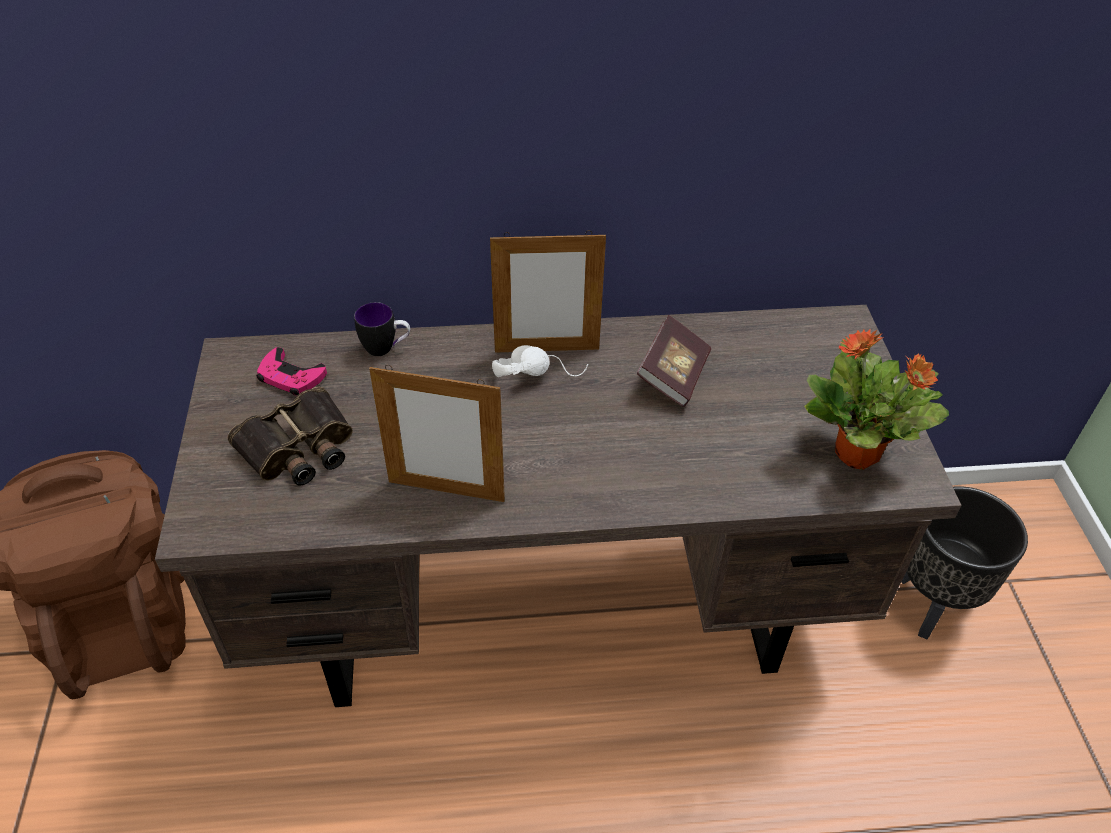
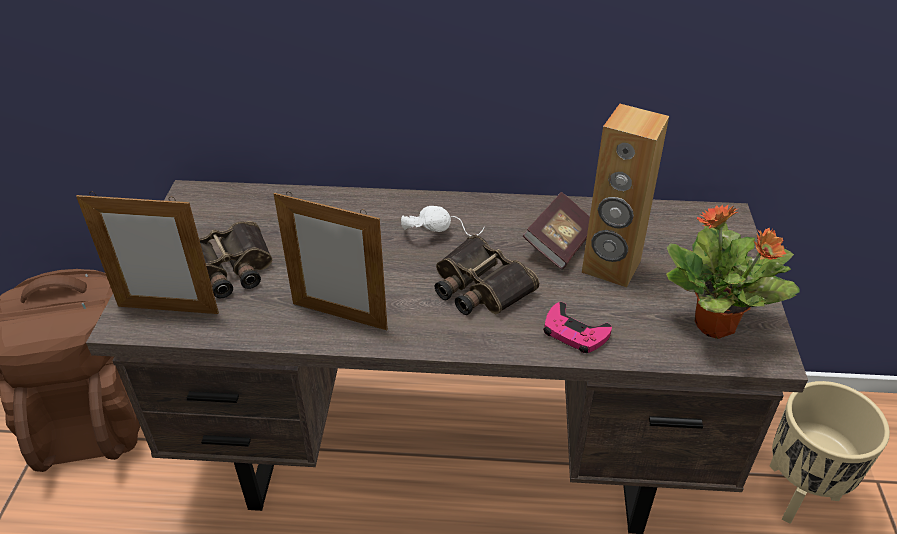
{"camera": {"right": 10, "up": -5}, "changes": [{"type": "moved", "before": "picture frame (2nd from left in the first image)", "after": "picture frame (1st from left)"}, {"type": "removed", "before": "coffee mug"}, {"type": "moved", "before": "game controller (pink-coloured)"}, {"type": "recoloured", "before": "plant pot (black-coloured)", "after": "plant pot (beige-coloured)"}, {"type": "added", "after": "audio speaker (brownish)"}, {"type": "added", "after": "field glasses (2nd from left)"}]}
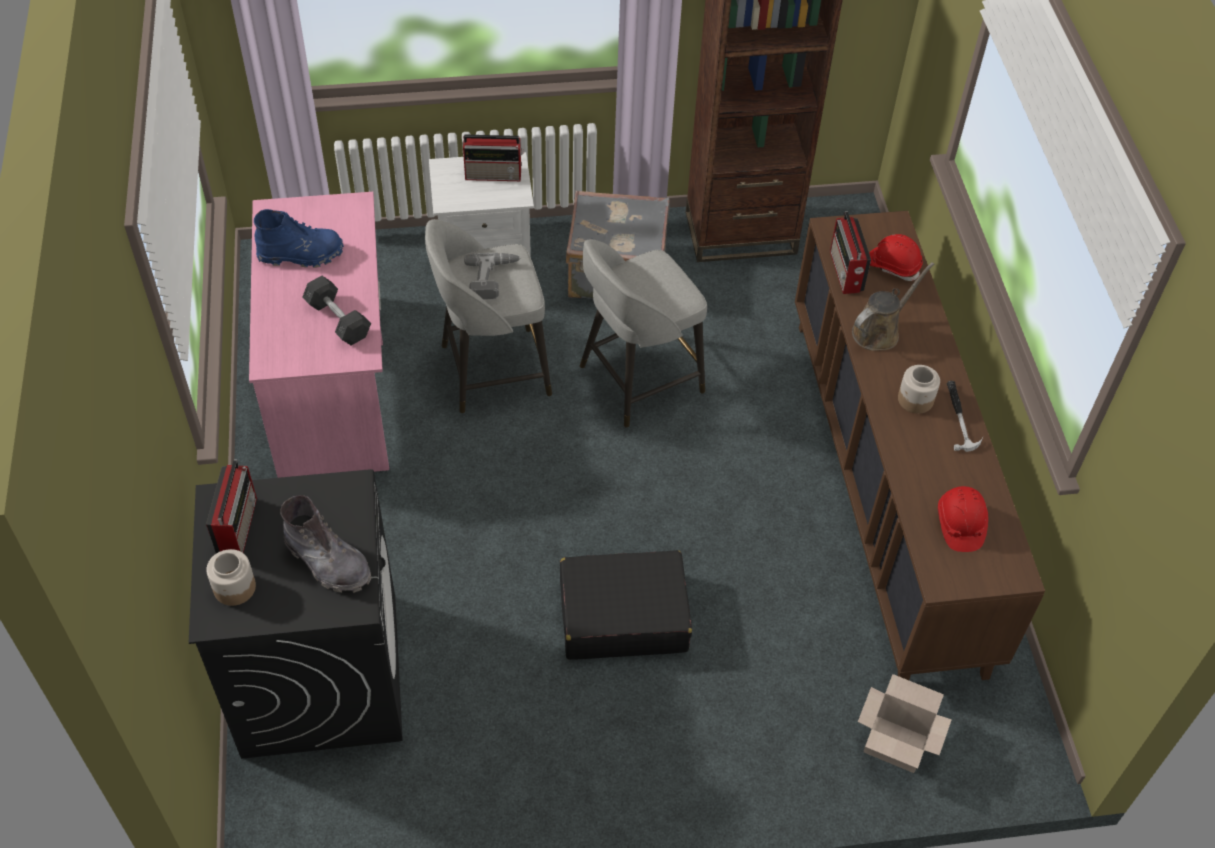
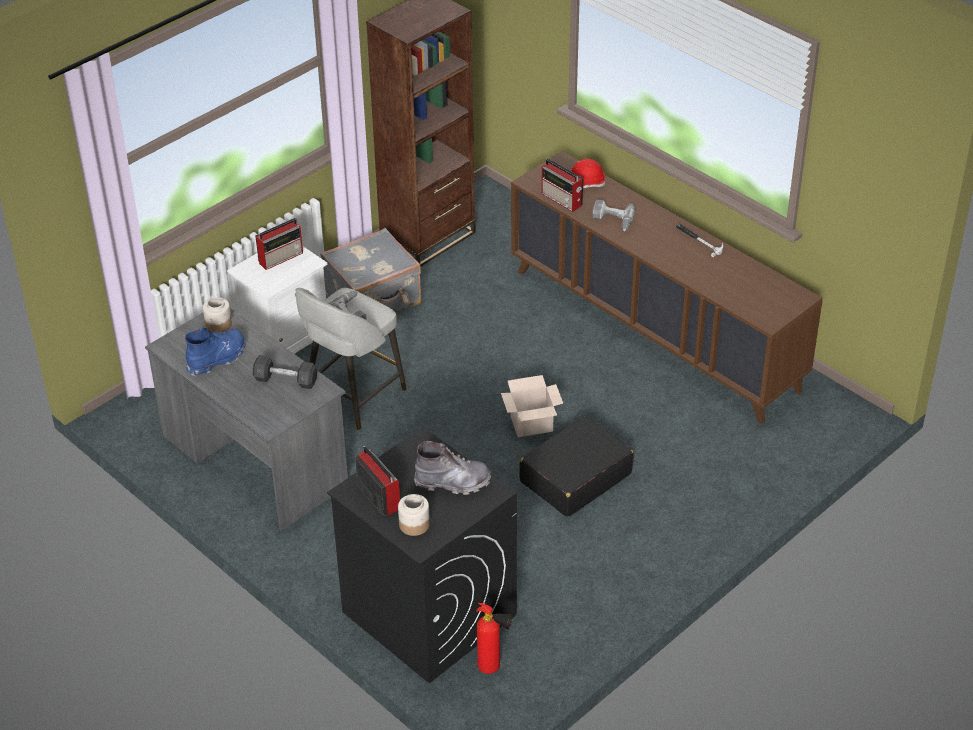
{"camera": {"right": -35, "up": -10}, "changes": [{"type": "recoloured", "before": "desk (pink-coloured)", "after": "desk (gray)"}, {"type": "removed", "before": "stool (gray) (2nd from left)"}, {"type": "replaced", "before": "watering can (brownish)", "after": "power drill (2nd from left)"}, {"type": "moved", "before": "storage jar (2nd from left in the first image)", "after": "storage jar (1st from left)"}, {"type": "removed", "before": "work helmet (reddish) (2nd from left)"}, {"type": "moved", "before": "cardboard box"}, {"type": "added", "after": "fire extinguisher"}]}
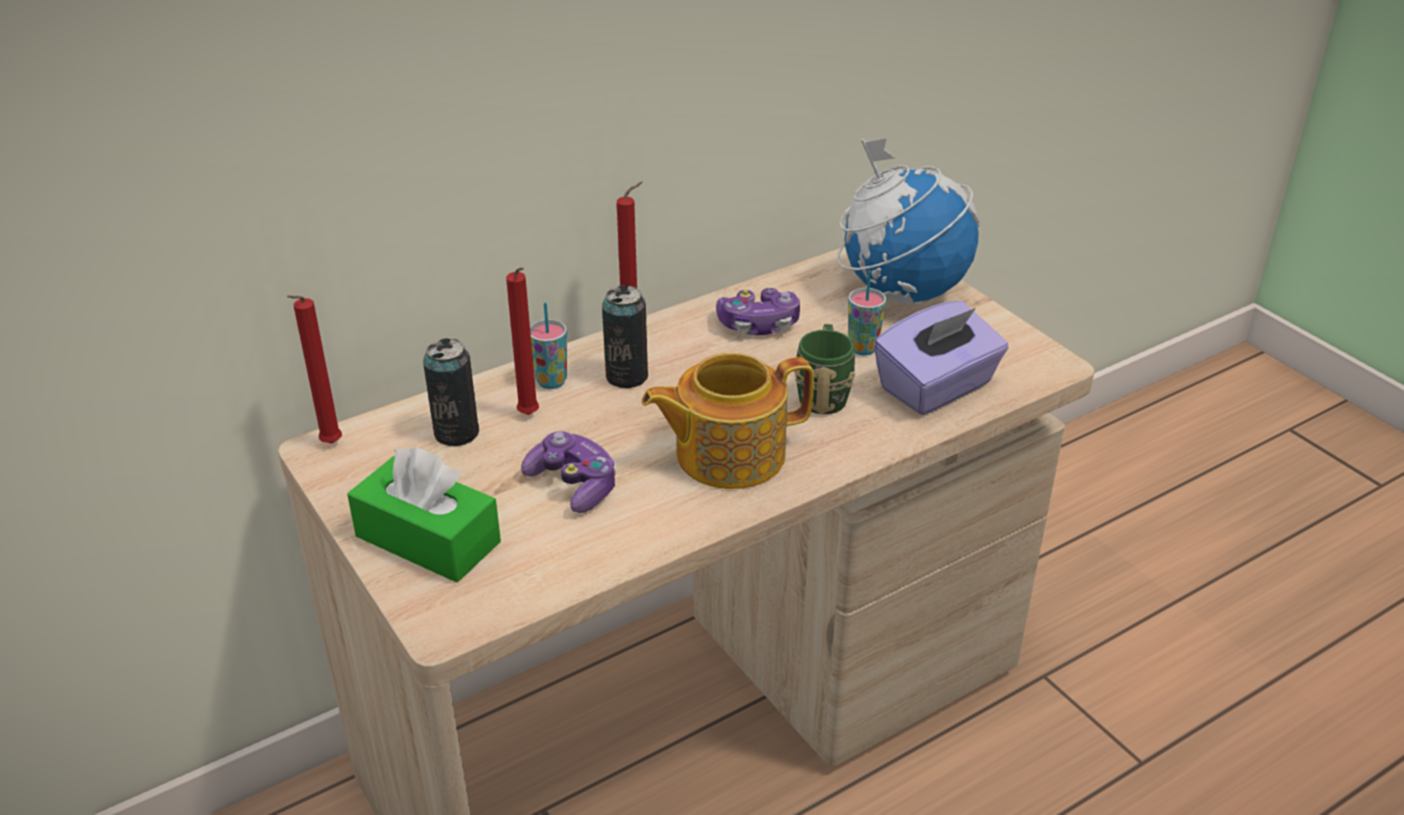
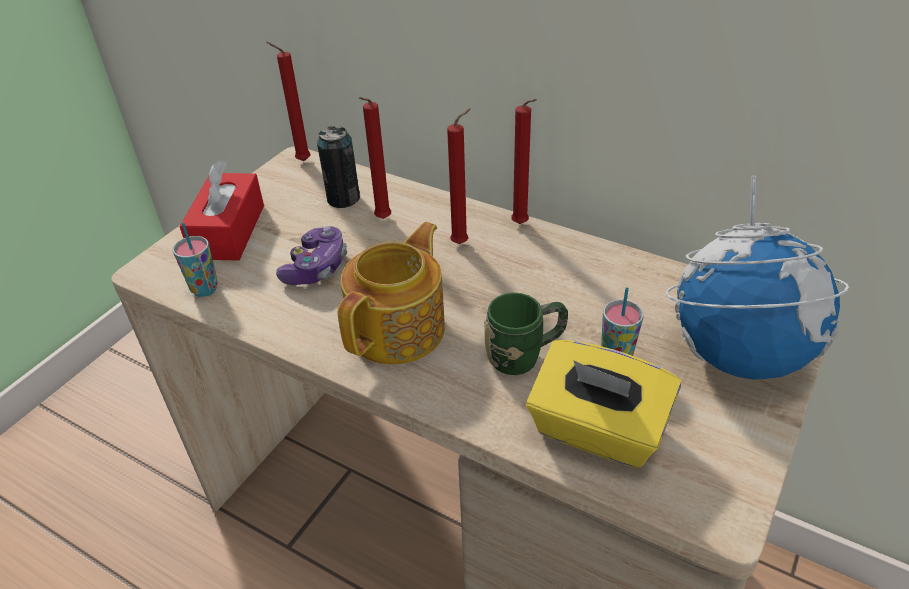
{"camera": {"right": 65, "up": 5}, "changes": [{"type": "replaced", "before": "sealed can (2nd from left)", "after": "candle (reddish) (3rd from left)"}, {"type": "removed", "before": "game controller (2nd from left)"}, {"type": "recoloured", "before": "box of tissues (purplish)", "after": "box of tissues (yellowish)"}, {"type": "moved", "before": "drinking cup (1st from left)"}, {"type": "turned", "before": "pot for tea", "turn": 75}, {"type": "recoloured", "before": "box of tissues (green-coloured)", "after": "box of tissues (reddish)"}]}
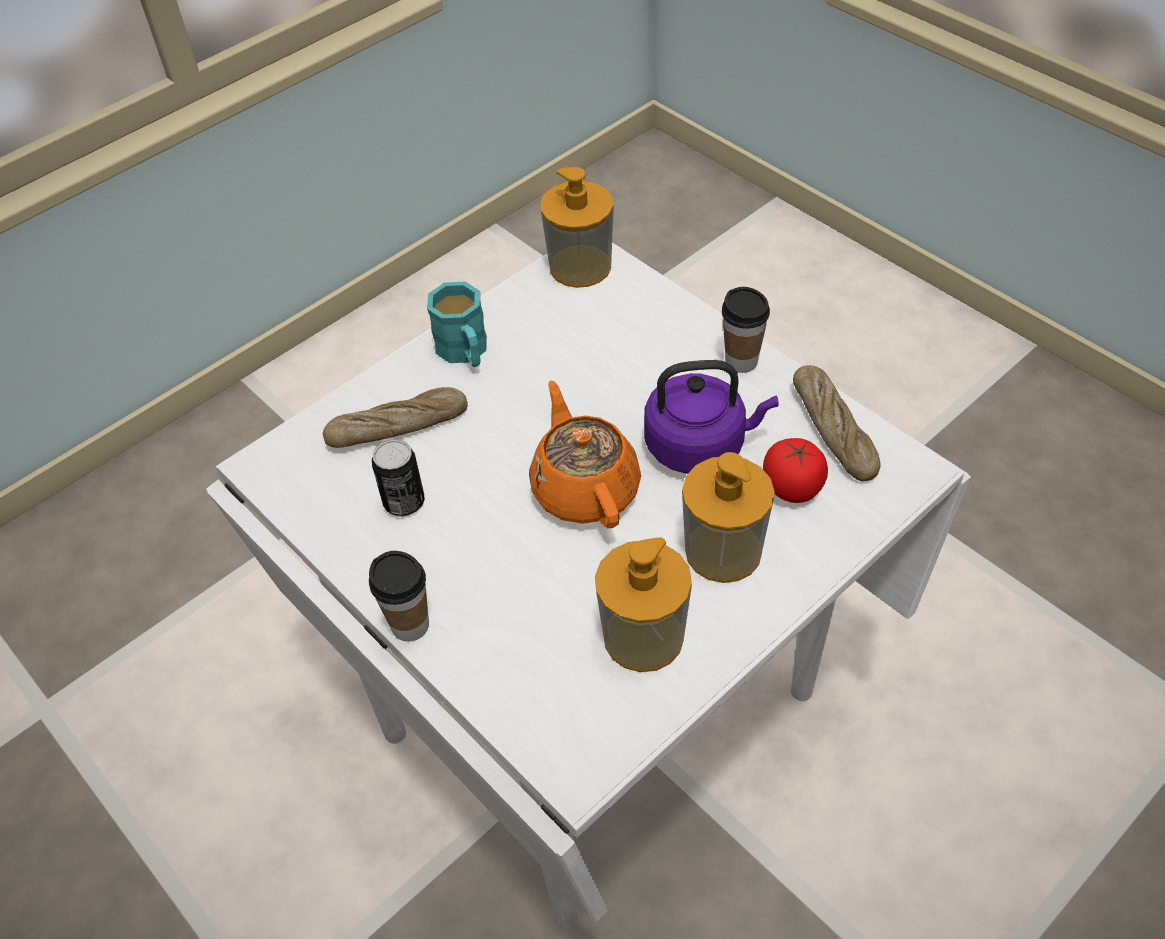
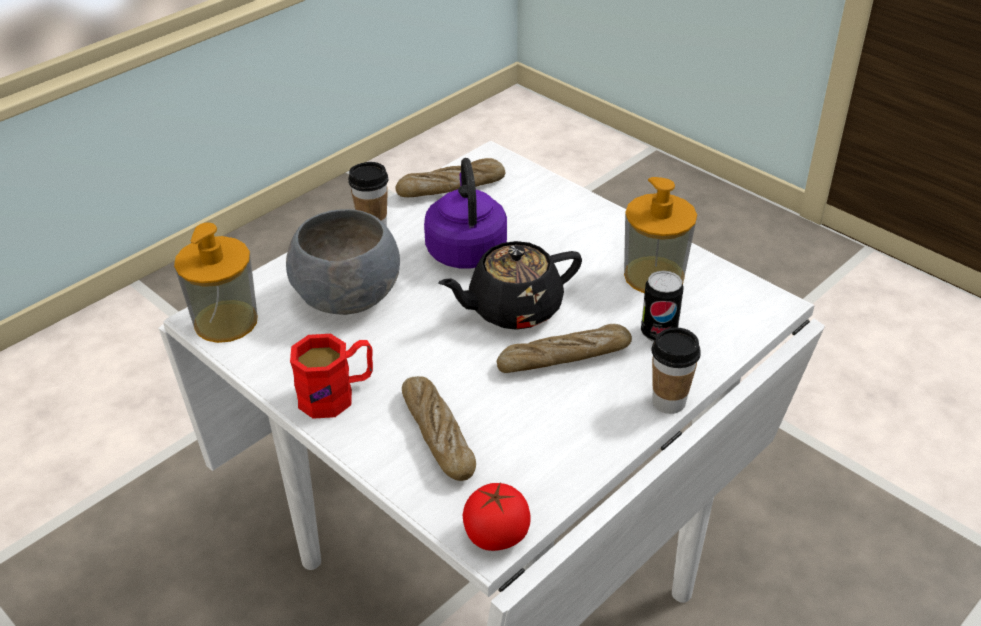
{"camera": {"right": -95, "up": -10}, "changes": [{"type": "recoloured", "before": "coffee mug (turquoise-coloured)", "after": "coffee mug (reddish)"}, {"type": "recoloured", "before": "pot for tea (orangey)", "after": "pot for tea (black-coloured)"}, {"type": "moved", "before": "tomato"}, {"type": "moved", "before": "sealed can"}, {"type": "removed", "before": "liquid soap bottle (3rd from left)"}, {"type": "added", "after": "bowl (gray)"}, {"type": "added", "after": "bread (3rd from left)"}]}
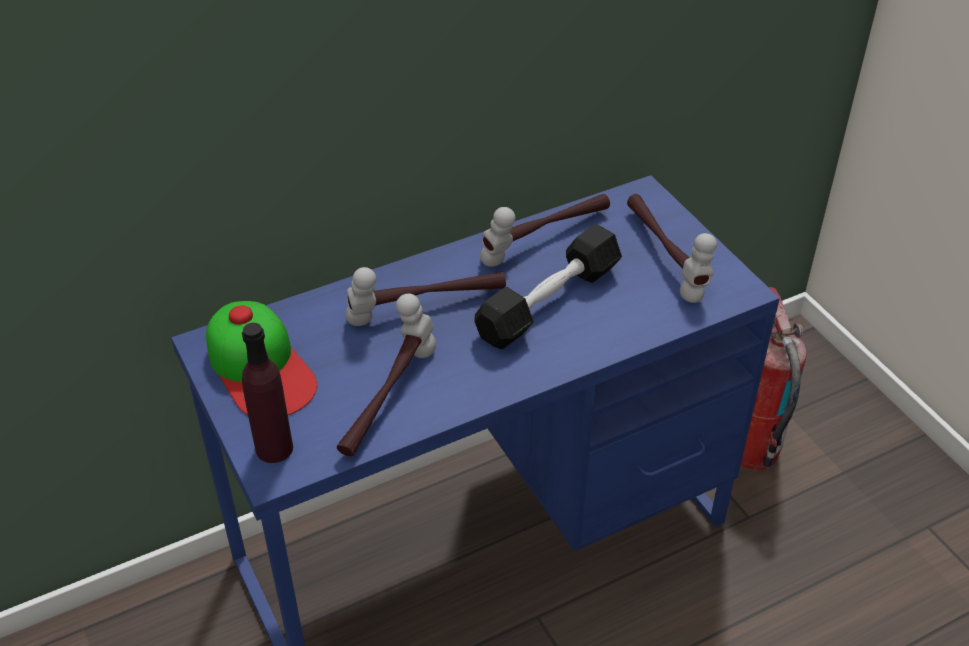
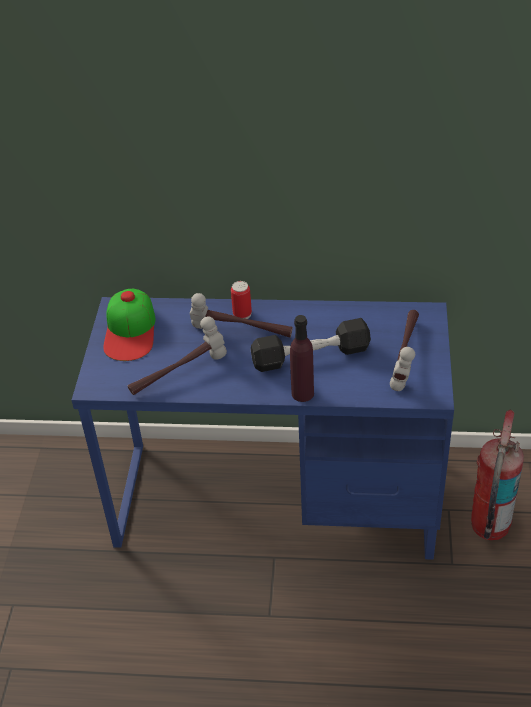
{"camera": {"right": 35, "up": 0}, "changes": [{"type": "removed", "before": "hammer (3rd from left)"}, {"type": "moved", "before": "drink bottle (purplish)"}, {"type": "added", "after": "sealed can"}]}
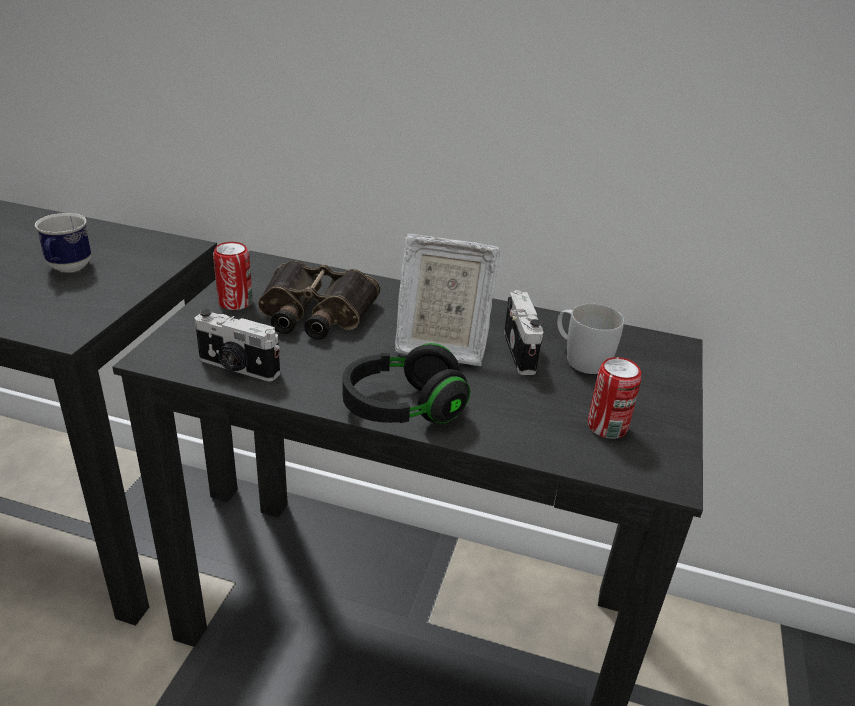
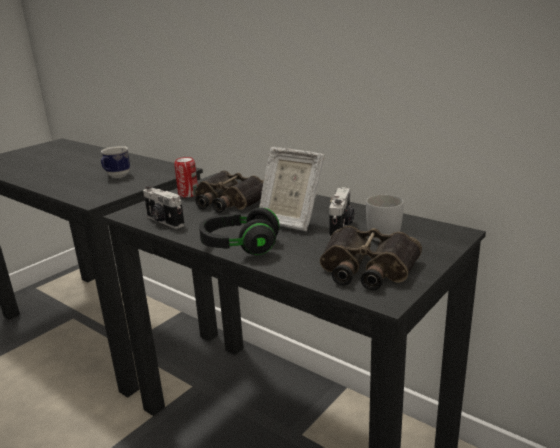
{"camera": {"right": 25, "up": -10}, "changes": [{"type": "replaced", "before": "sealed can (2nd from left)", "after": "field glasses (2nd from left)"}]}
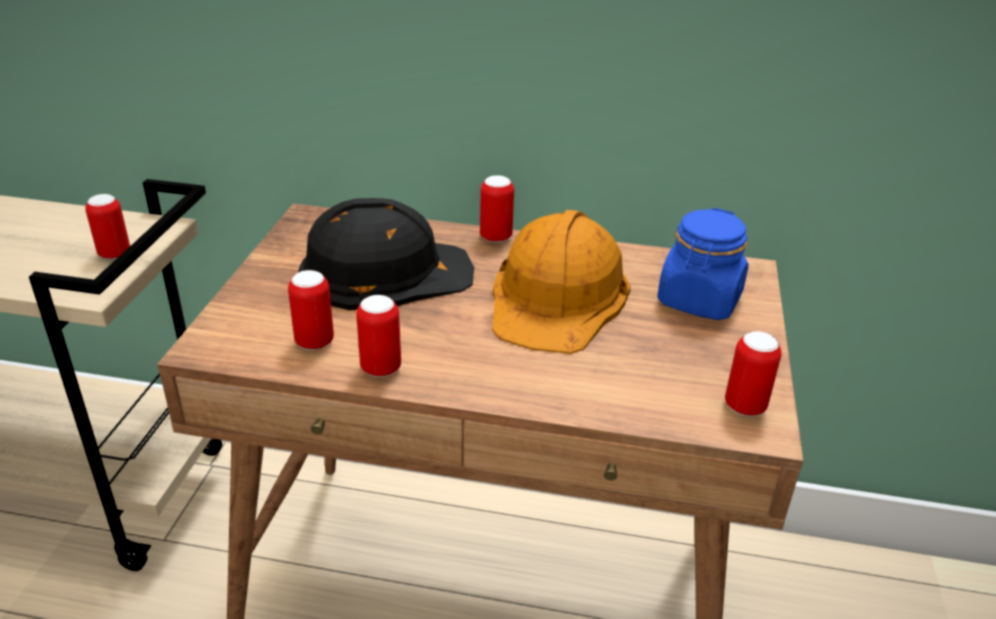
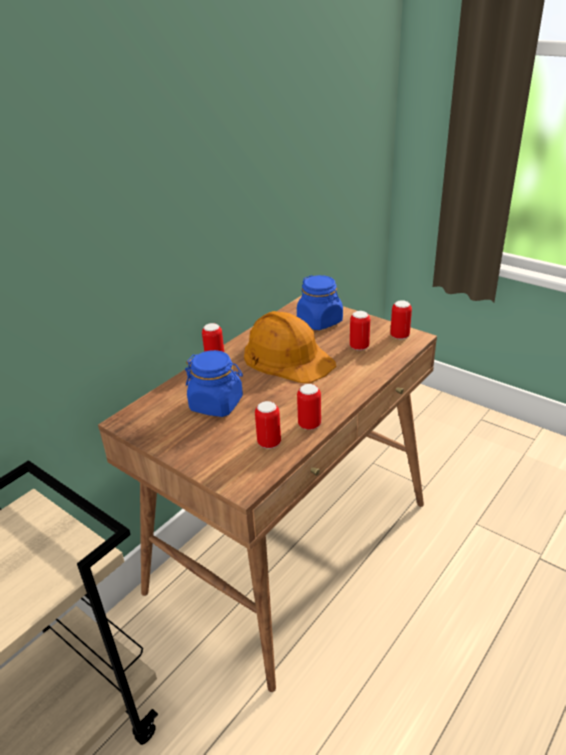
{"camera": {"right": -60, "up": 0}, "changes": [{"type": "moved", "before": "sealed can (1st from left in the first image)", "after": "sealed can (4th from left)"}, {"type": "replaced", "before": "work helmet (black-coloured)", "after": "storage jar (blue-coloured) (1st from left)"}]}
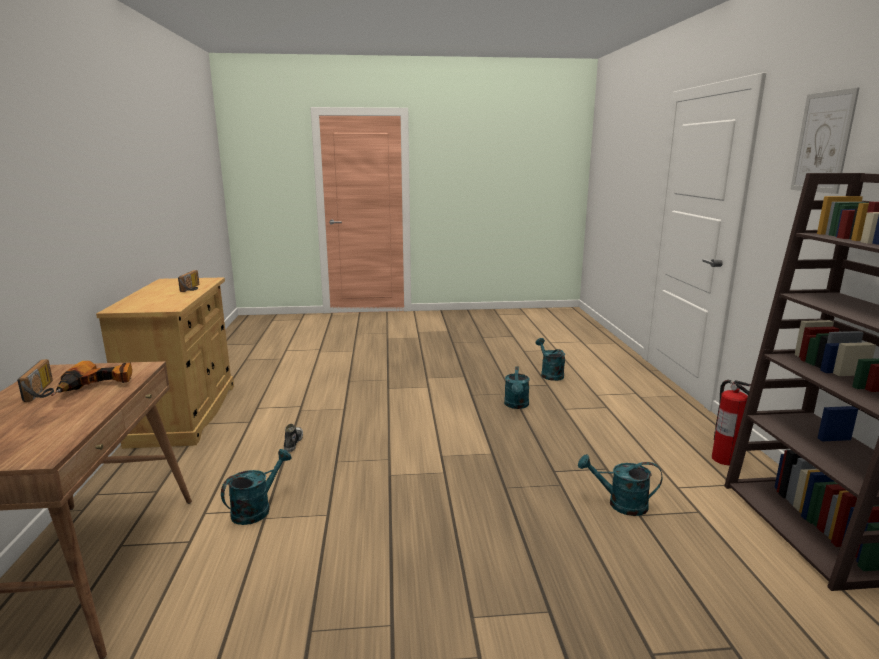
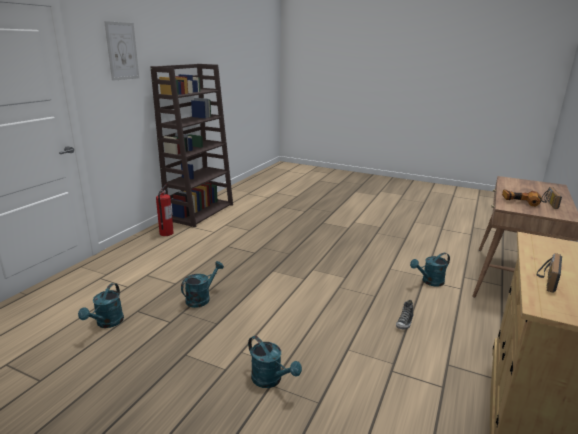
{"camera": {"right": -150, "up": 5}, "changes": [{"type": "moved", "before": "watering can (turquoise-coloured) (4th from left in the first image)", "after": "watering can (turquoise-coloured) (3rd from left)"}]}
